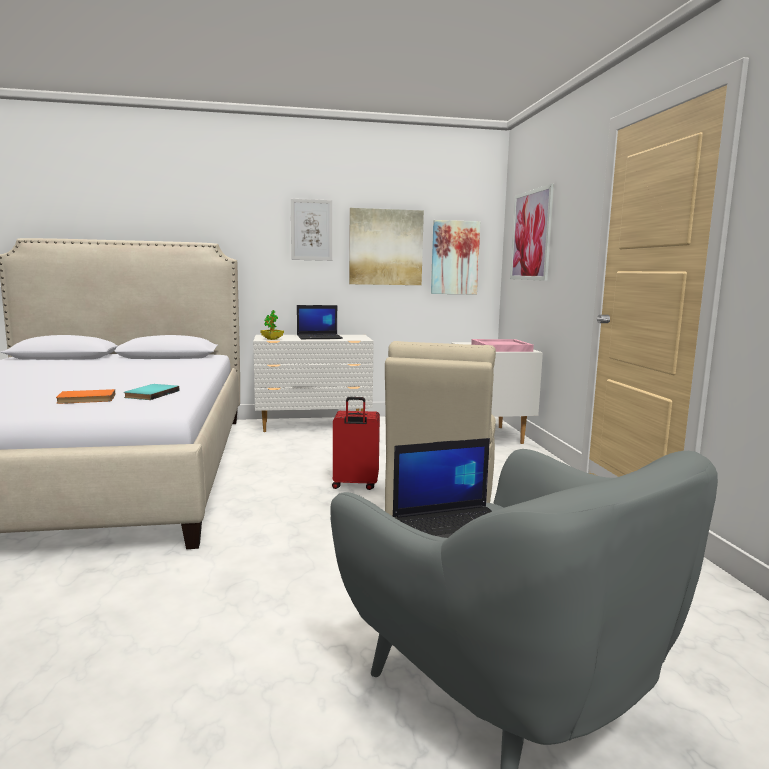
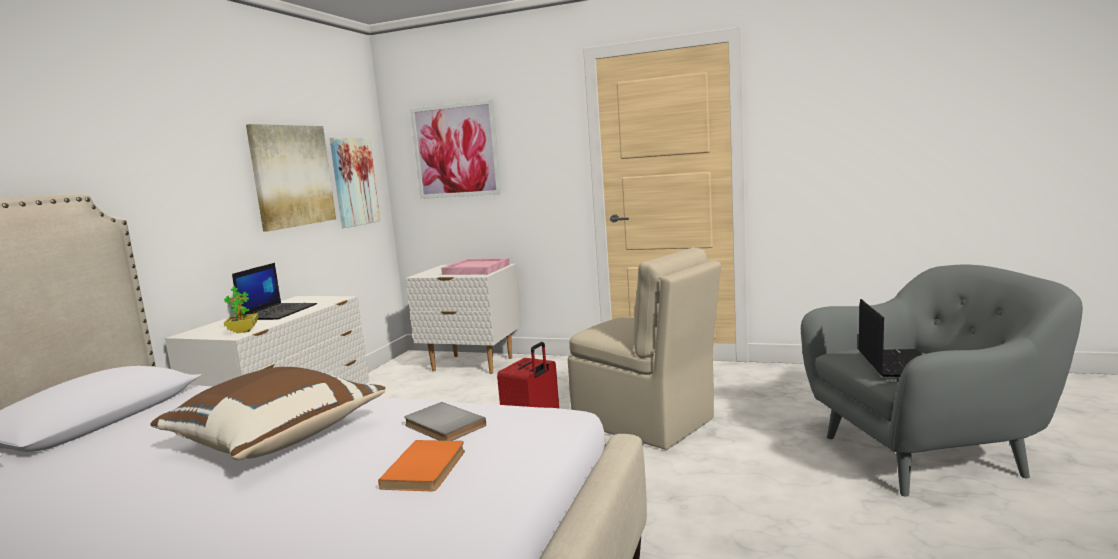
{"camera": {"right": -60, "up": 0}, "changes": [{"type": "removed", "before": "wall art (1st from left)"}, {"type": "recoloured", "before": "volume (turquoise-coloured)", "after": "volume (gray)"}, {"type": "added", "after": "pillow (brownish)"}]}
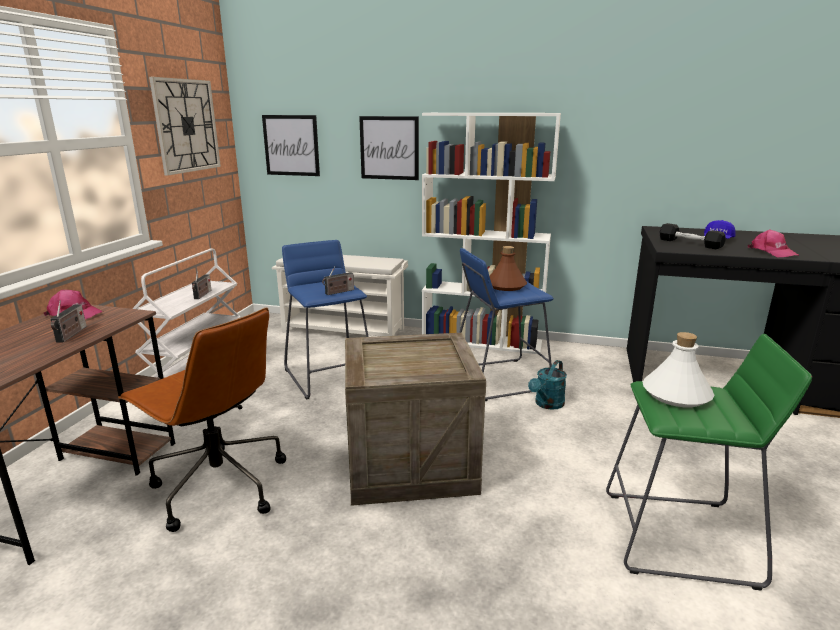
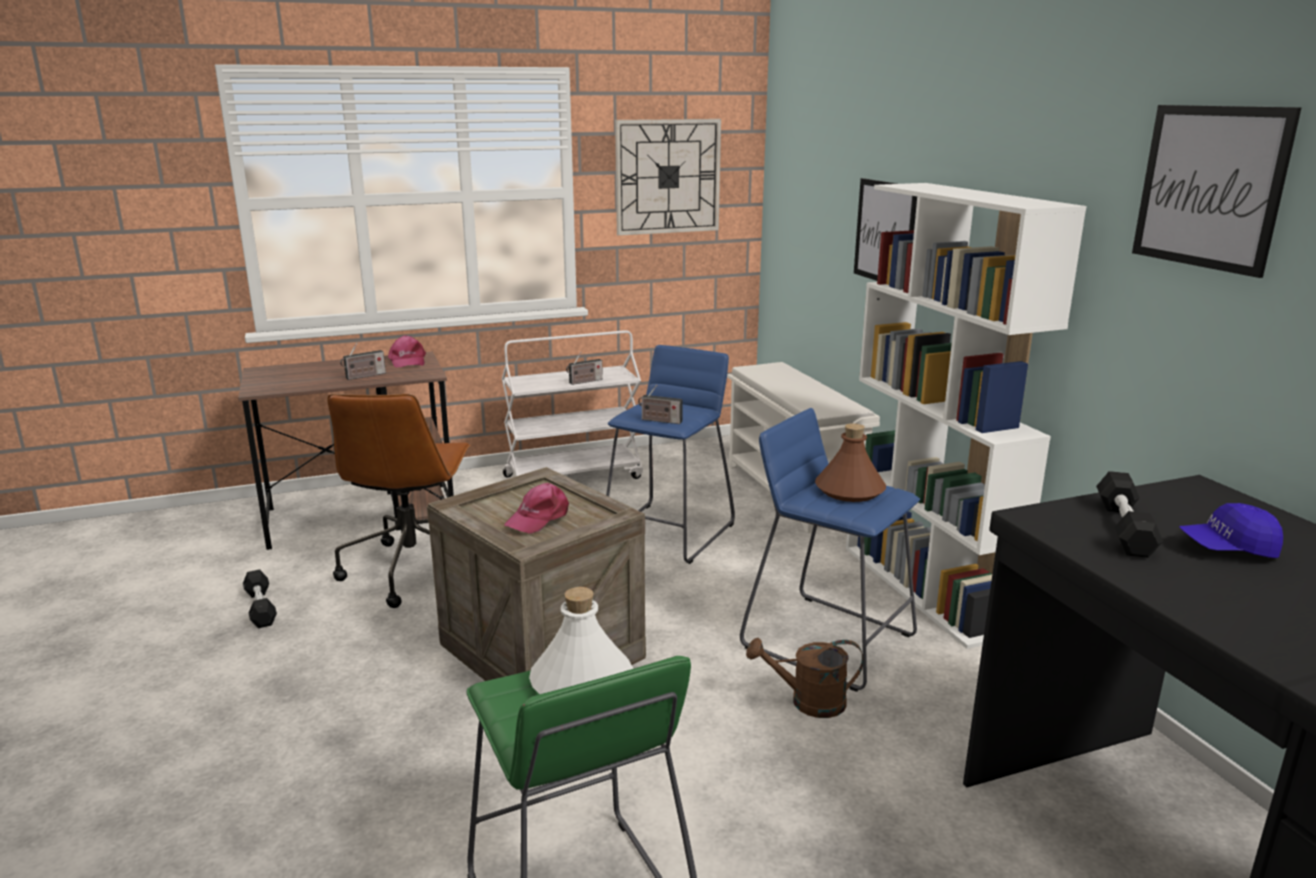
{"camera": {"right": 55, "up": 0}, "changes": [{"type": "moved", "before": "wall art (1st from left in the first image)", "after": "wall art (2nd from left)"}, {"type": "moved", "before": "peaked cap (pink-coloured) (2nd from left)"}, {"type": "recoloured", "before": "watering can (turquoise-coloured)", "after": "watering can (brownish)"}, {"type": "added", "after": "free weight (black-coloured) (1st from left)"}]}
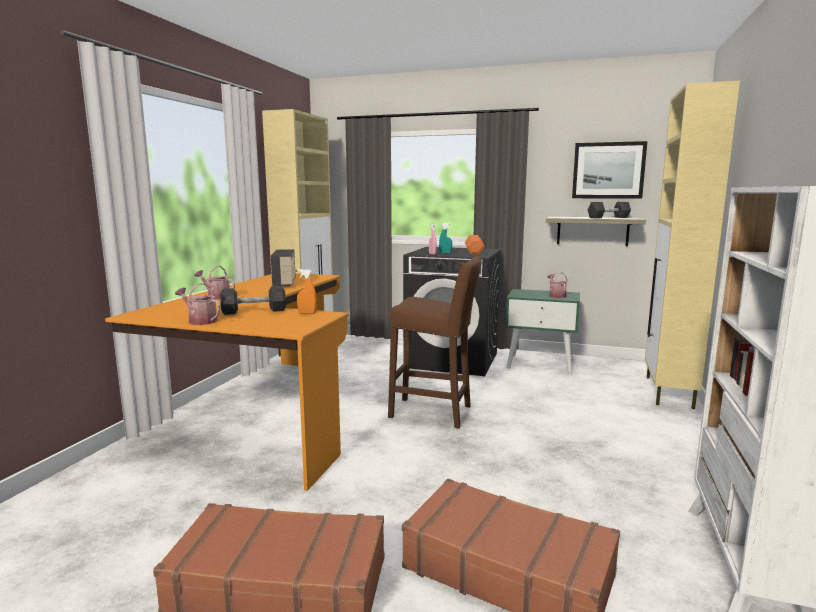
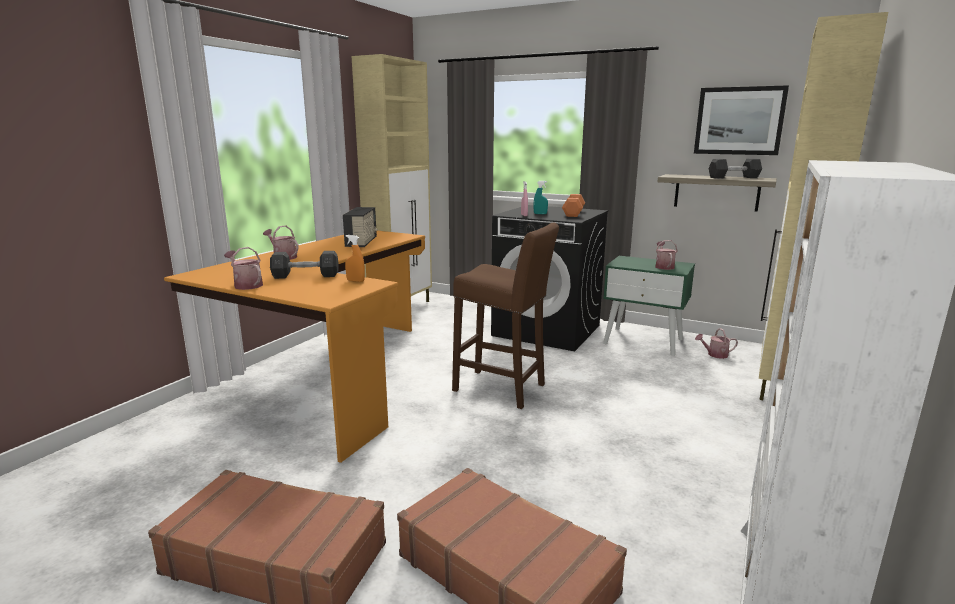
{"camera": {"right": 10, "up": 5}, "changes": [{"type": "added", "after": "watering can (4th from left)"}]}
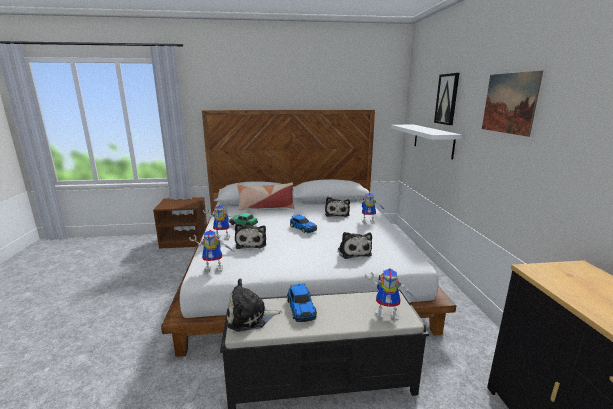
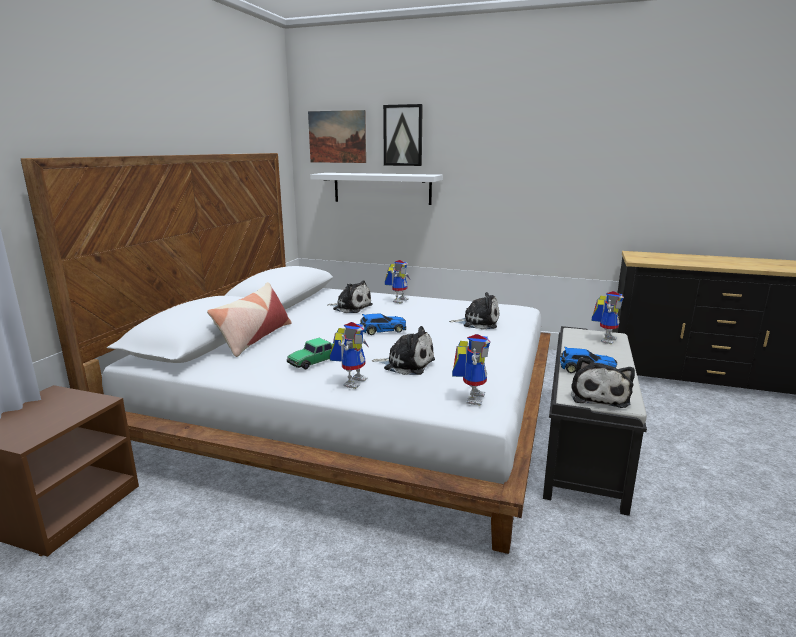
{"camera": {"right": -65, "up": 0}, "changes": [{"type": "moved", "before": "wall art (2nd from left in the first image)", "after": "wall art (1st from left)"}]}
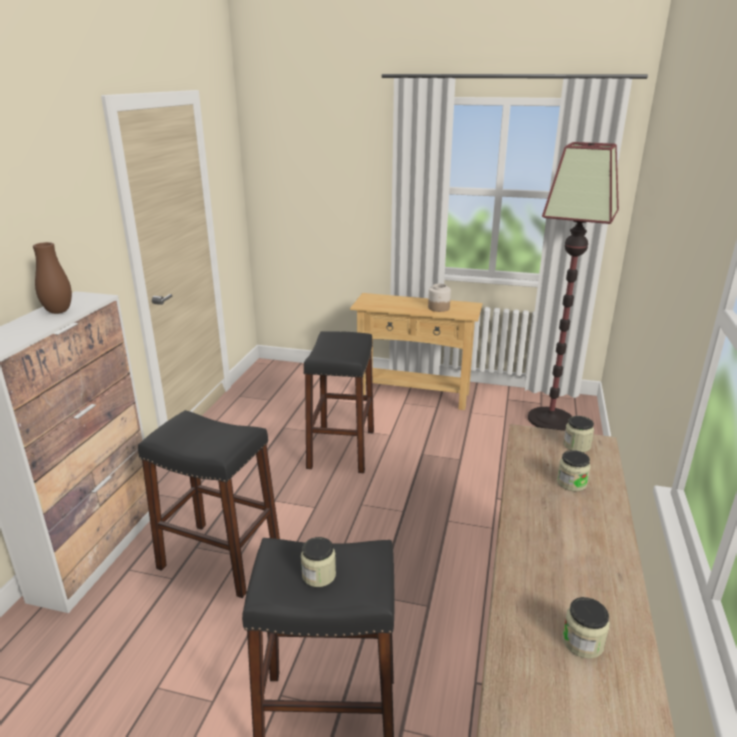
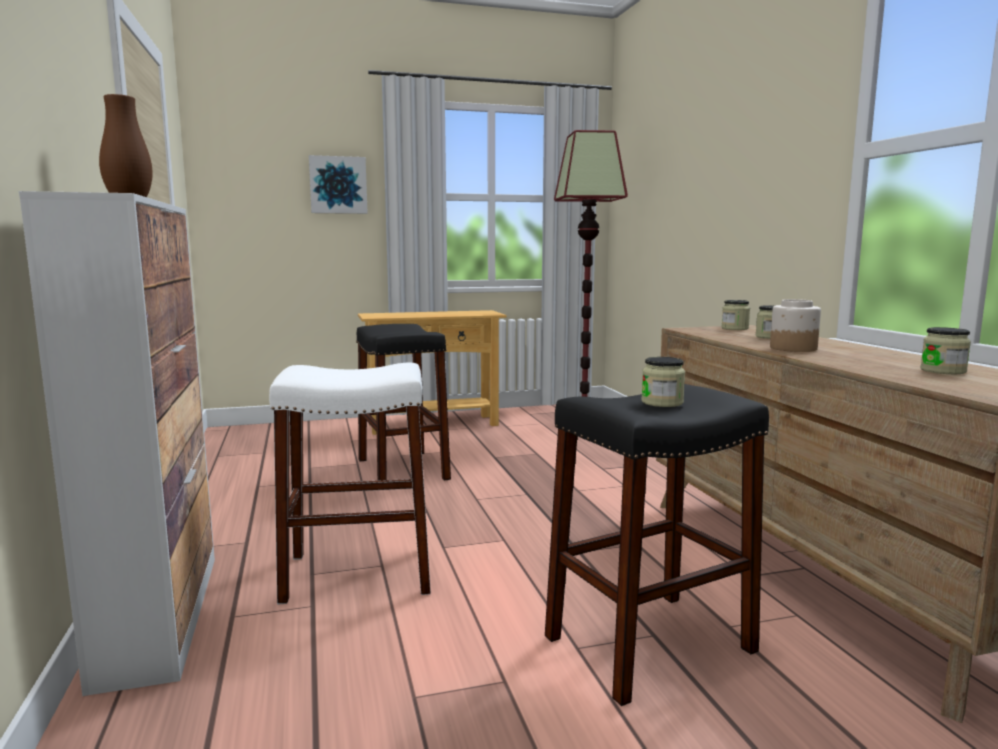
{"camera": {"right": -30, "up": -15}, "changes": [{"type": "moved", "before": "storage jar (2nd from left in the first image)", "after": "storage jar (4th from left)"}, {"type": "recoloured", "before": "stool (black-coloured) (1st from left)", "after": "stool (whitish)"}, {"type": "added", "after": "wall art"}]}
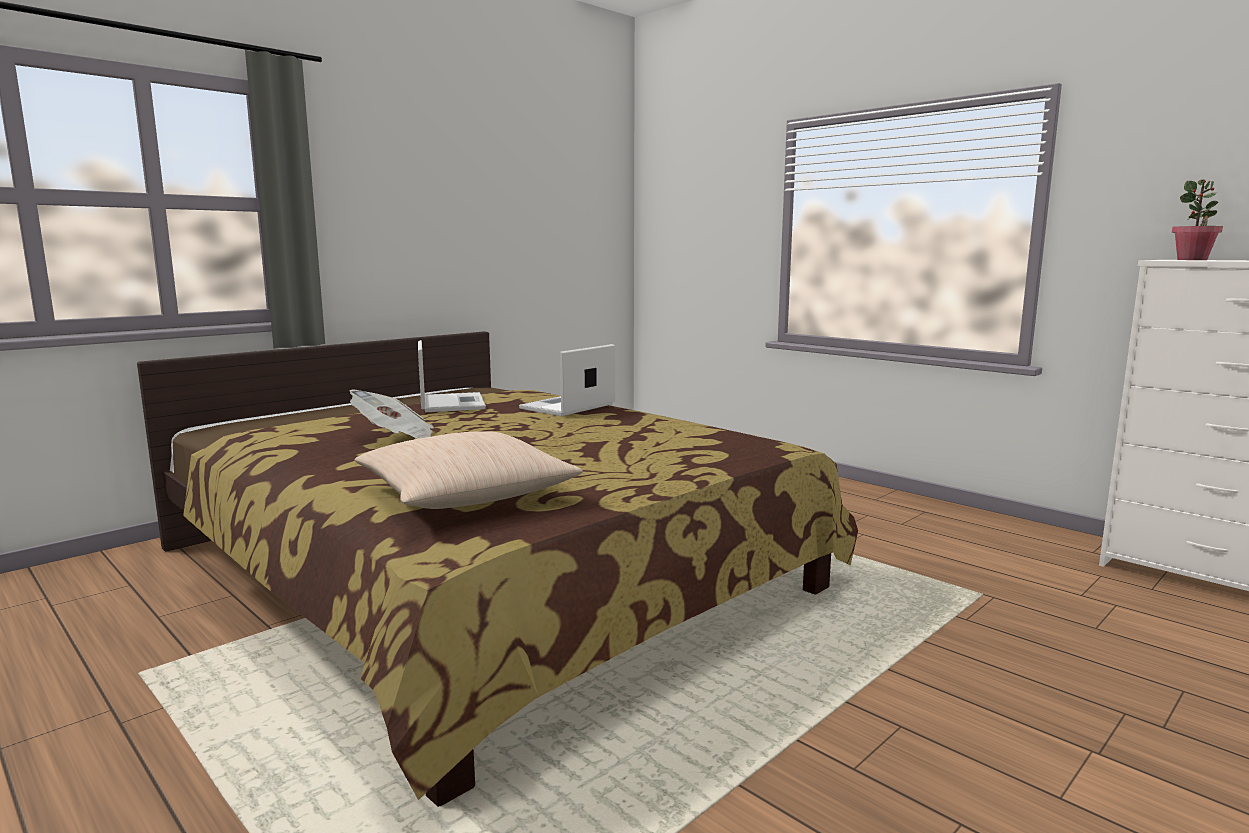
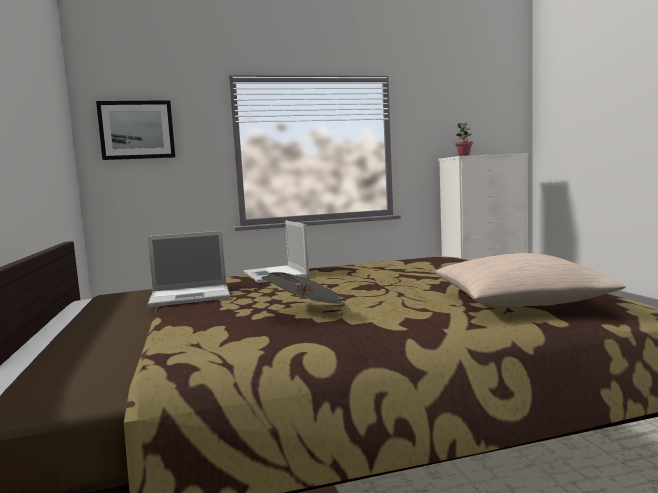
{"camera": {"right": -60, "up": -5}, "changes": [{"type": "turned", "before": "notebook computer (1st from left)", "turn": 150}, {"type": "added", "after": "wall art"}]}
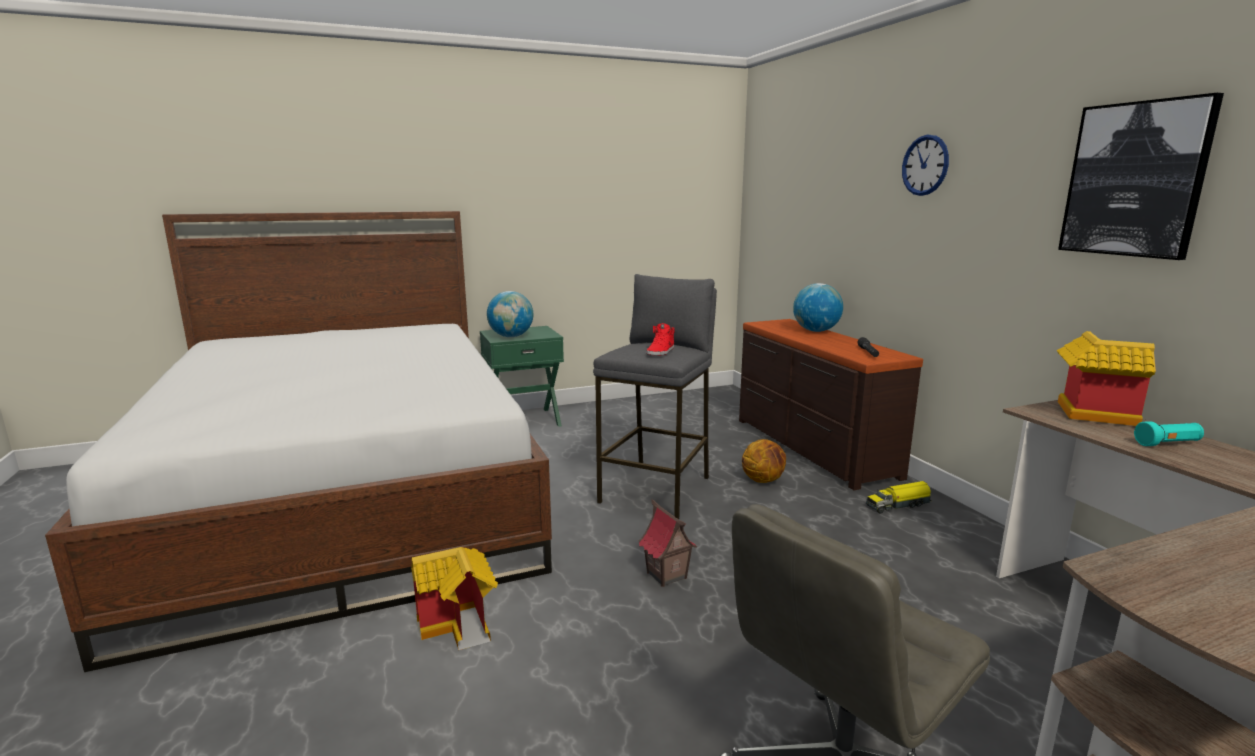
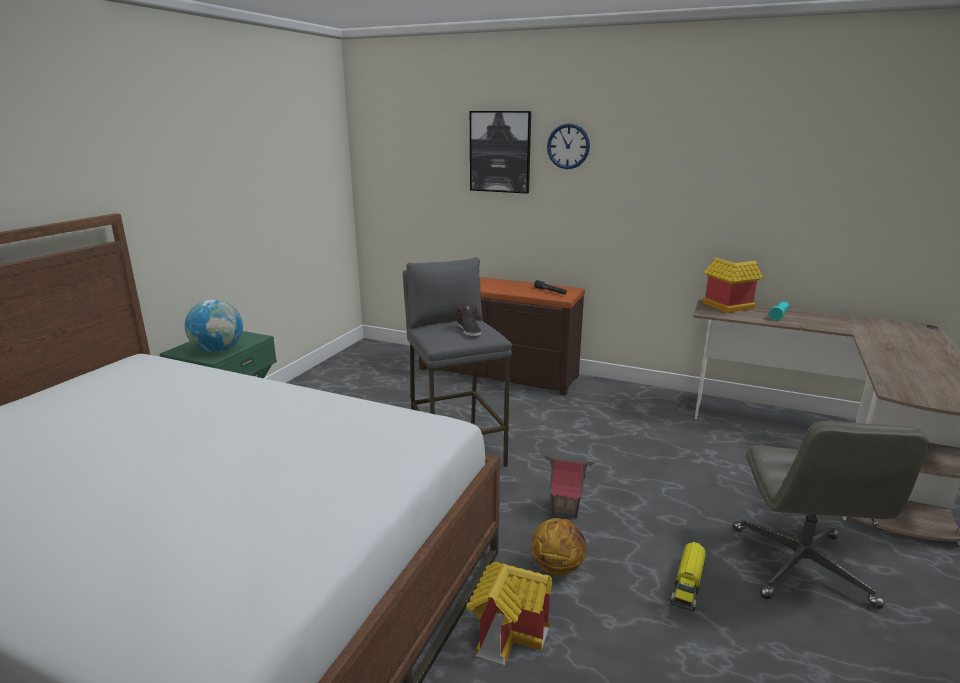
{"camera": {"right": -45, "up": 5}, "changes": [{"type": "moved", "before": "wall art"}, {"type": "removed", "before": "desk globe (2nd from left)"}, {"type": "recoloured", "before": "low shoe (reddish)", "after": "low shoe (black-coloured)"}, {"type": "moved", "before": "ball for basketball"}, {"type": "moved", "before": "model truck"}]}
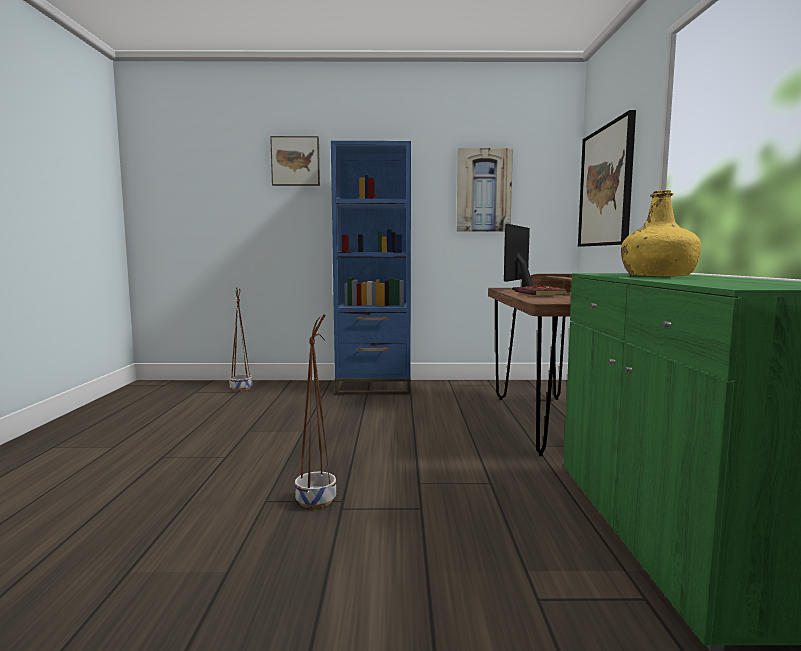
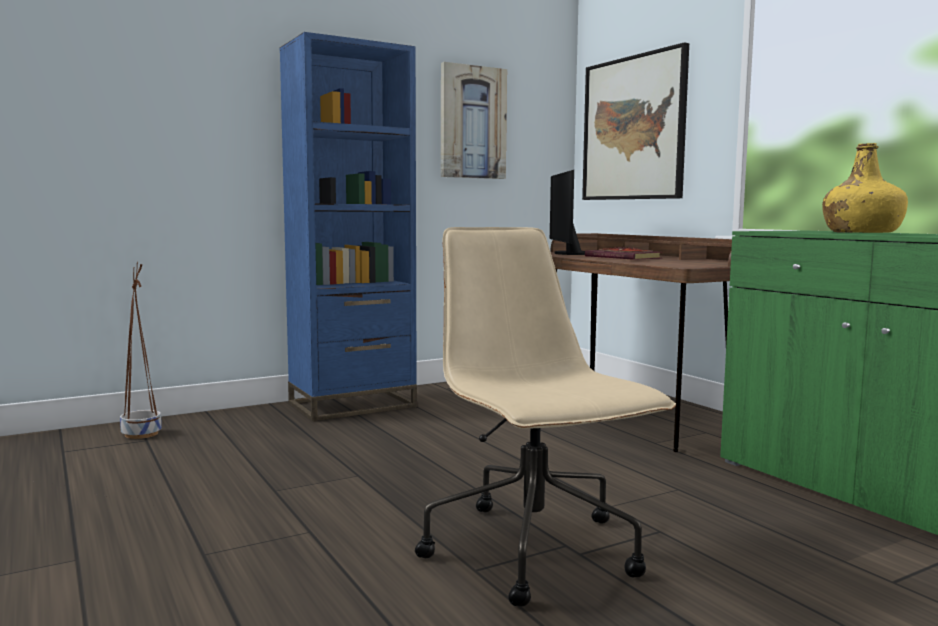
{"camera": {"right": -30, "up": 0}, "changes": [{"type": "removed", "before": "wall art (1st from left)"}, {"type": "replaced", "before": "plant pot (brownish) (2nd from left)", "after": "desk chair (beige-coloured)"}]}
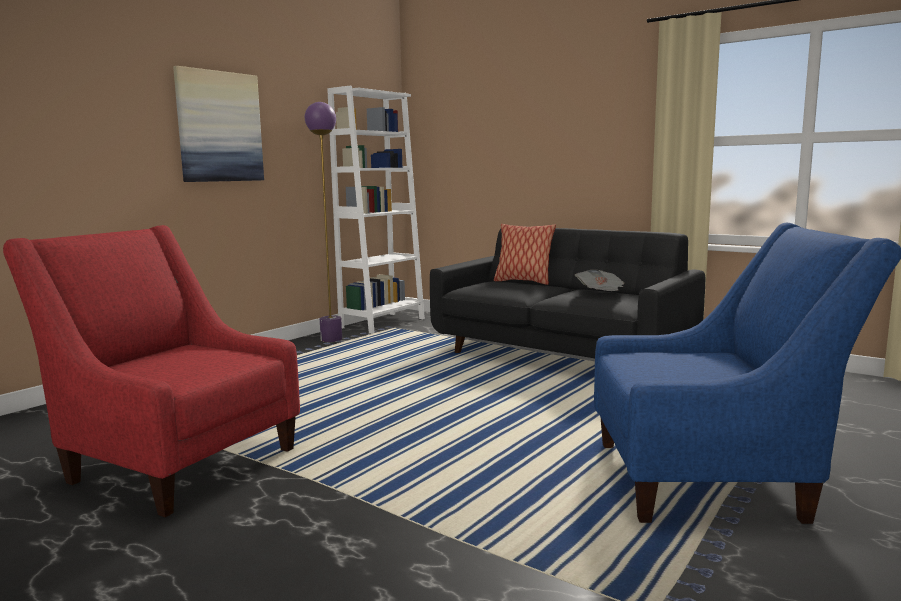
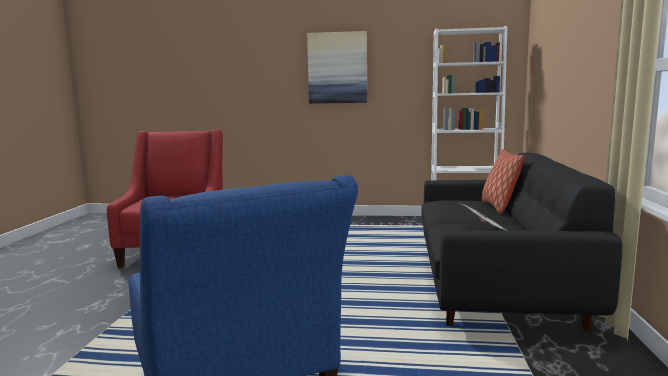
{"camera": {"right": 60, "up": 0}, "changes": [{"type": "removed", "before": "floor lamp (purplish)"}]}
